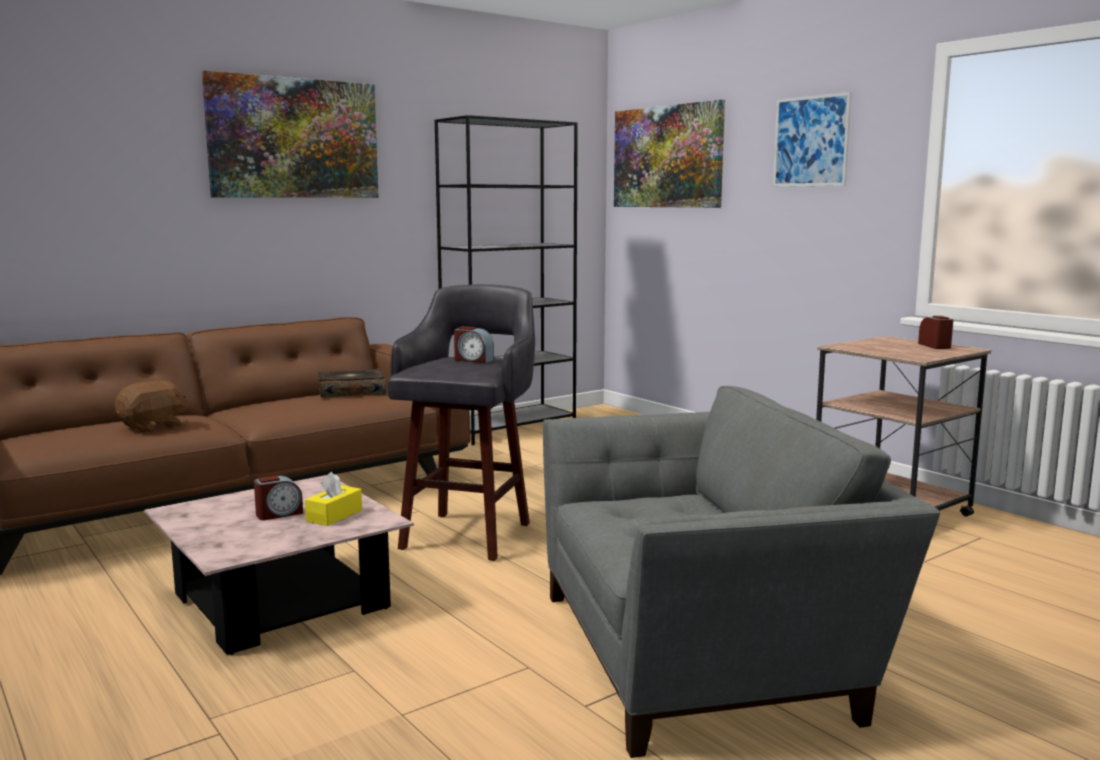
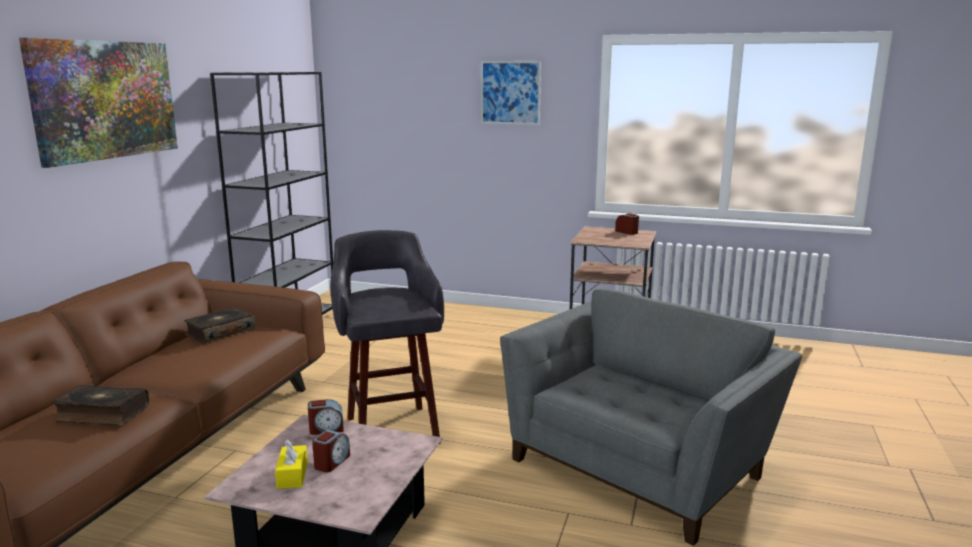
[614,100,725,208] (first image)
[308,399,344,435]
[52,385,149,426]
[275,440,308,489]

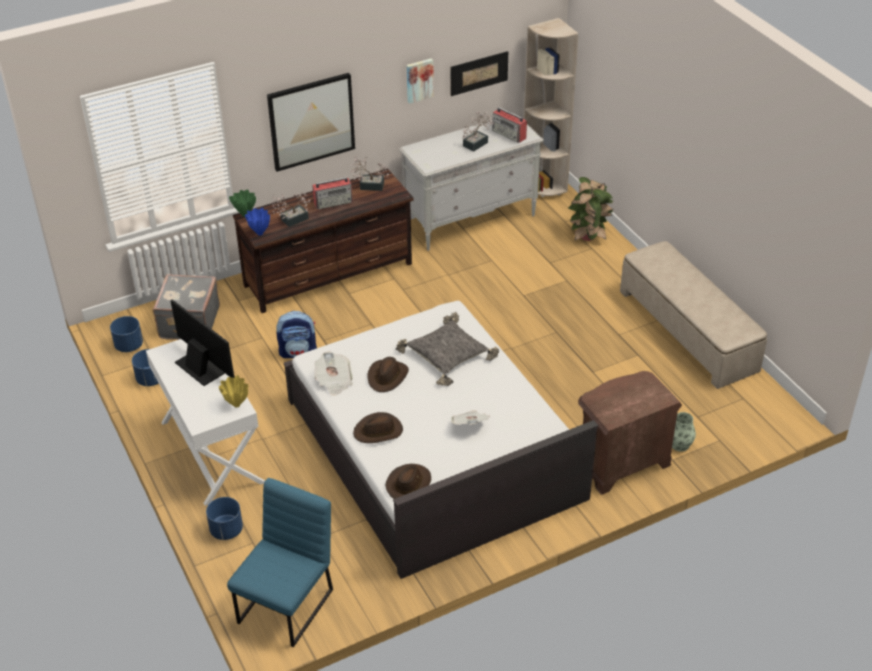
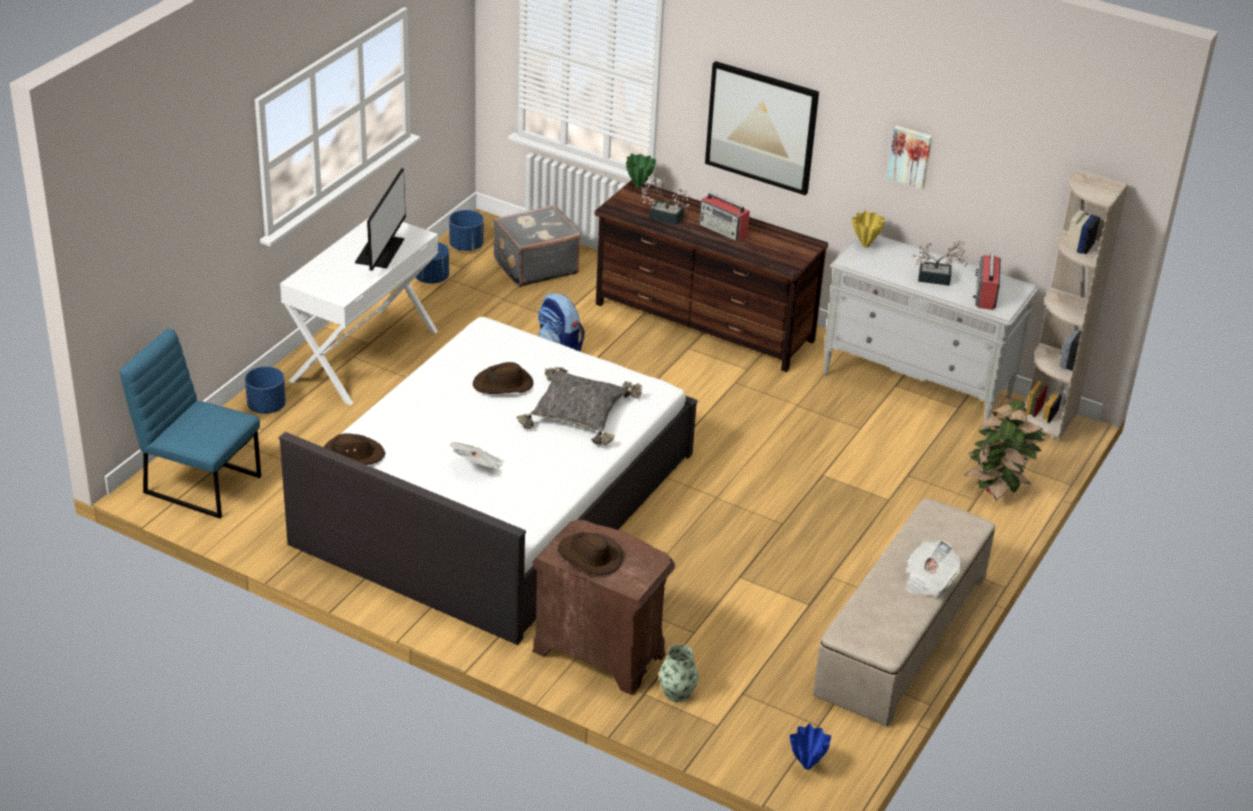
[451,51,508,96] (first image)
[350,154,389,191] (first image)
[790,724,831,770]
[905,540,962,597]
[852,211,885,248]
[558,532,623,575]
[120,329,261,519]

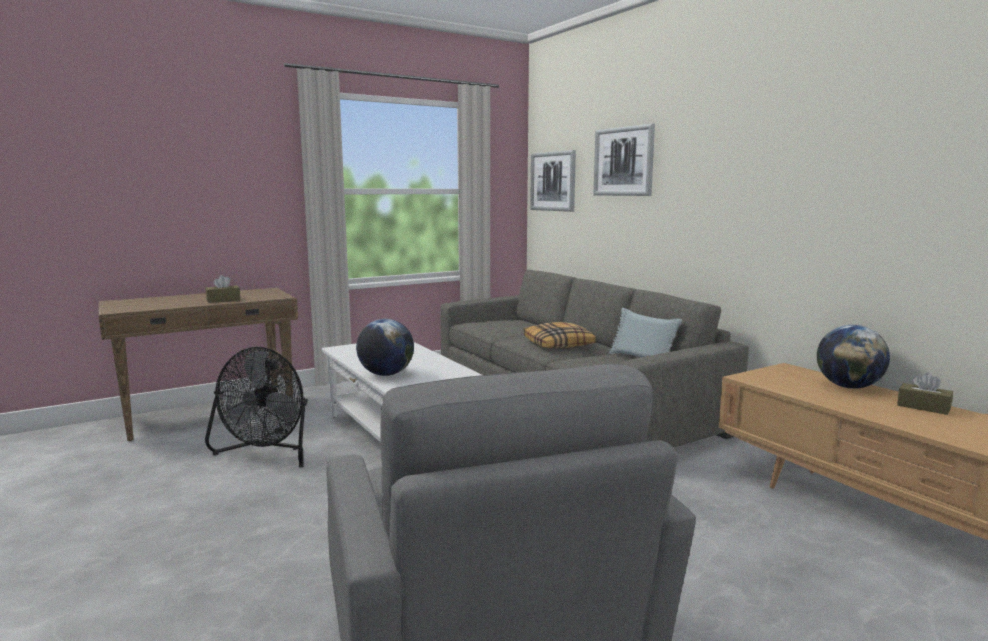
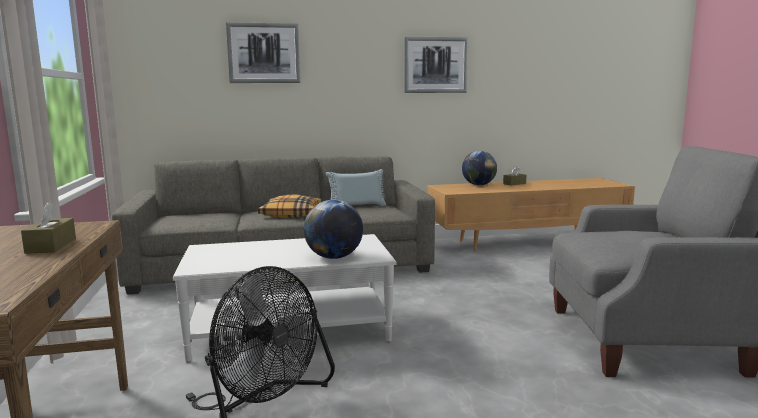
[404,37,468,93]

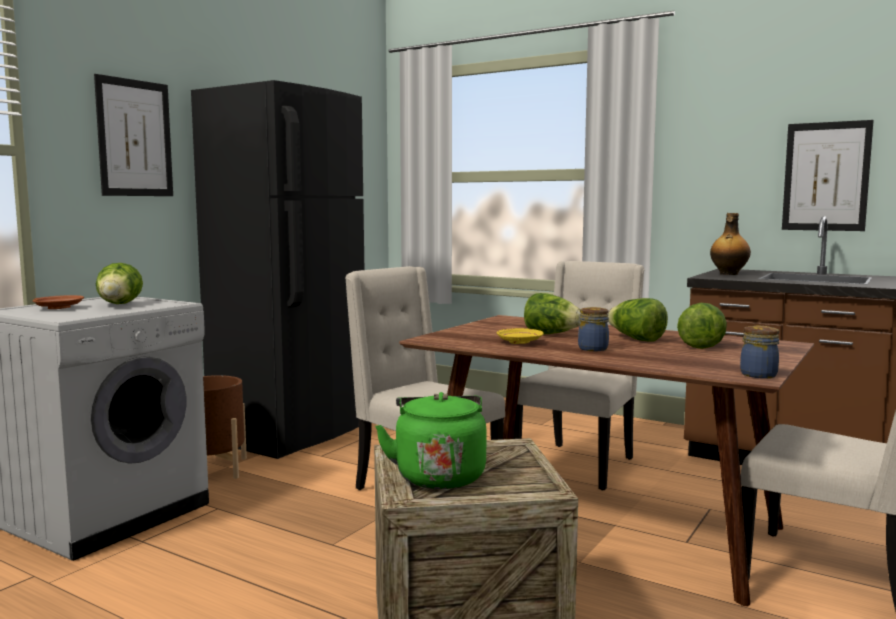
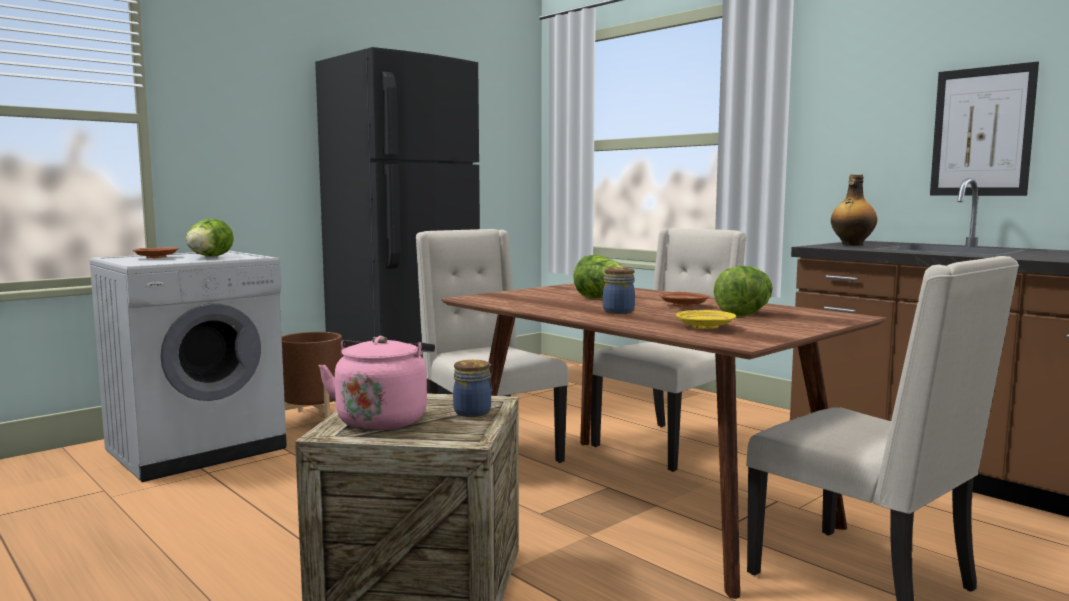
[94,74,173,196] (first image)
[659,292,710,307]
[453,360,492,417]
[676,310,736,329]
[318,336,435,431]

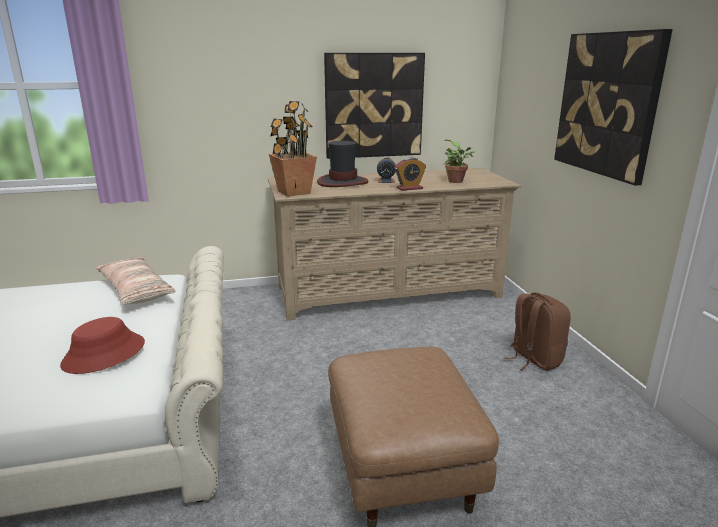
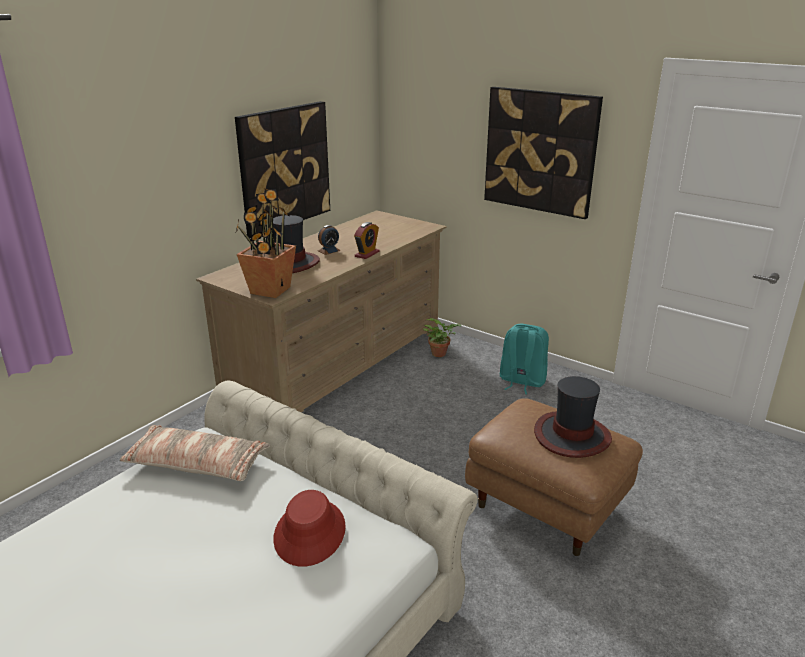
[423,318,462,357]
[500,324,549,394]
[534,376,612,458]

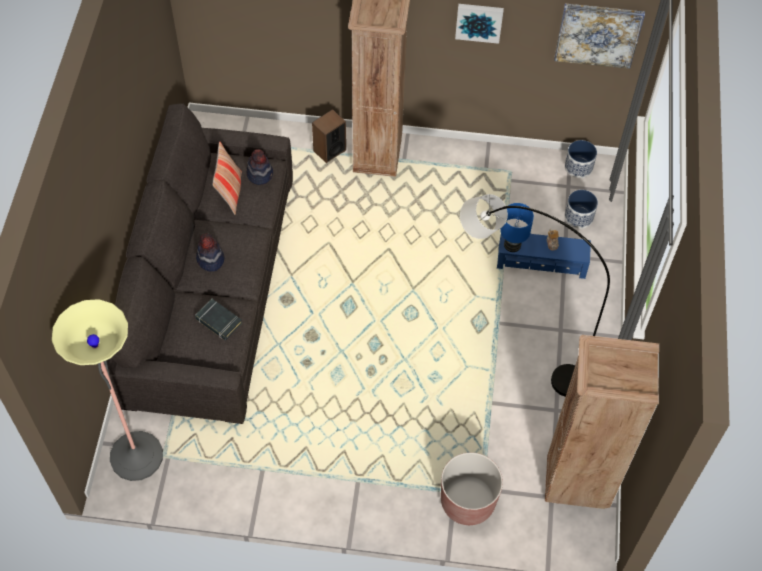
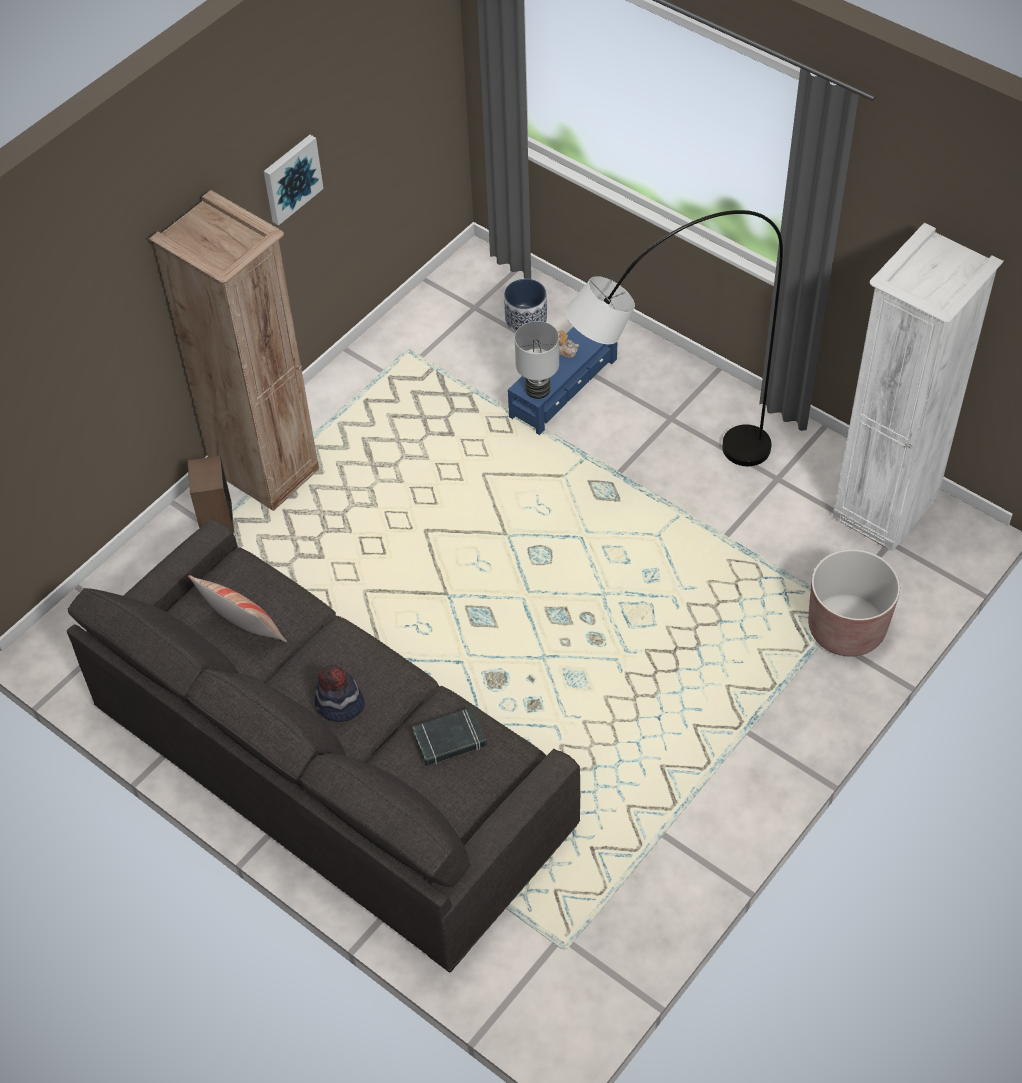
[554,3,645,69] (first image)
[565,140,597,178] (first image)
[247,149,273,185] (first image)
[515,321,559,399]
[52,299,163,481] (first image)
[832,223,1004,551]

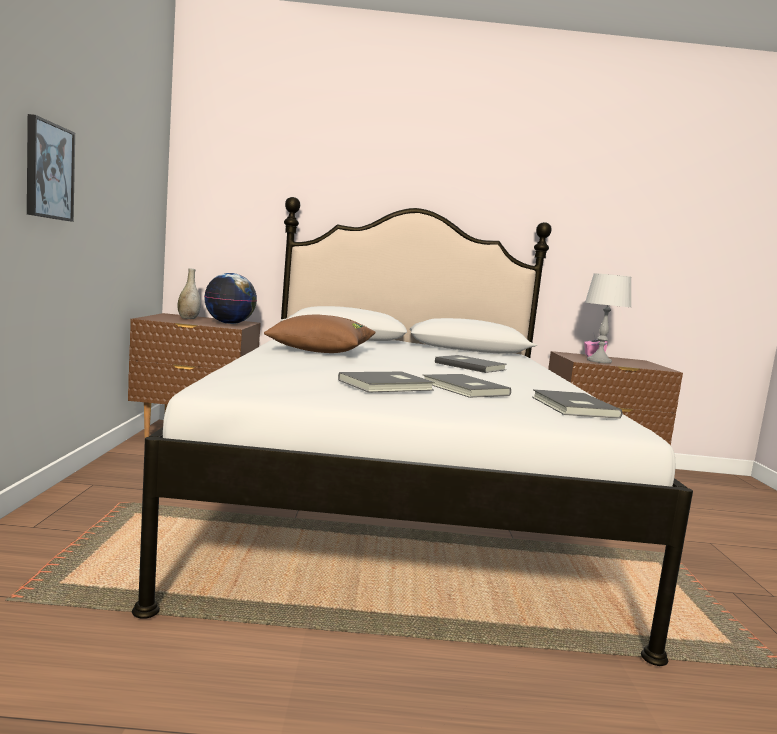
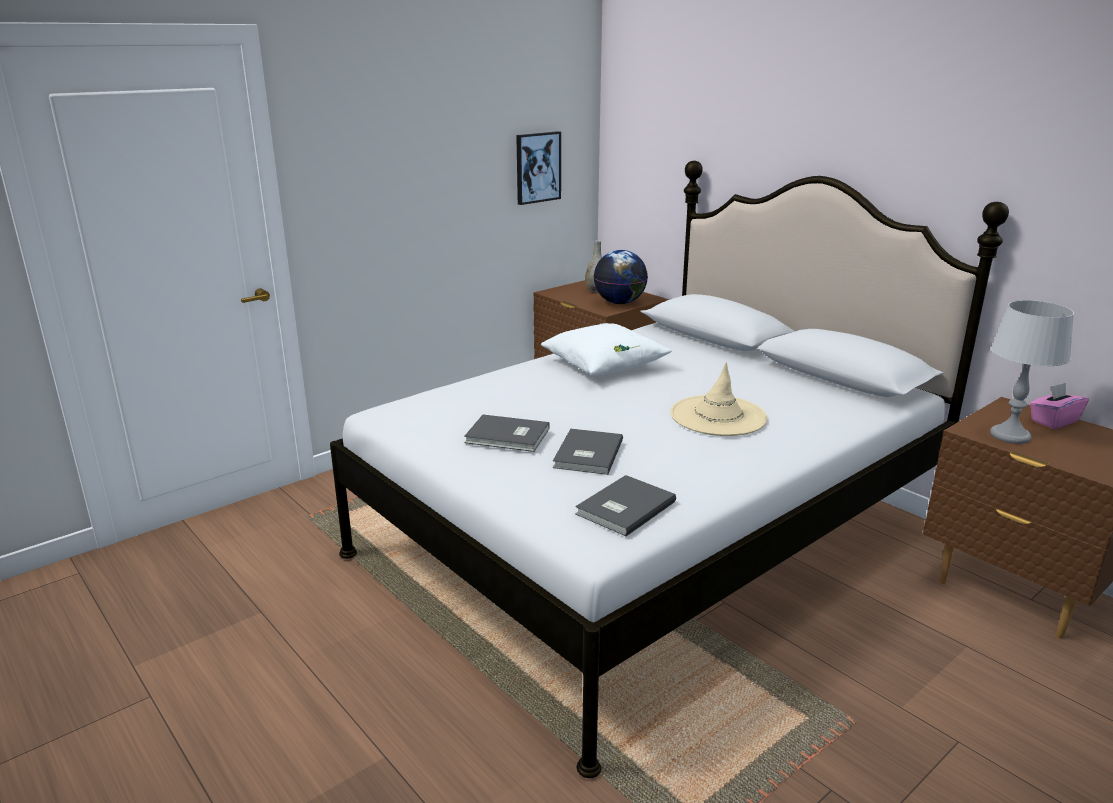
[516,131,561,205]
[541,323,672,375]
[670,362,767,436]

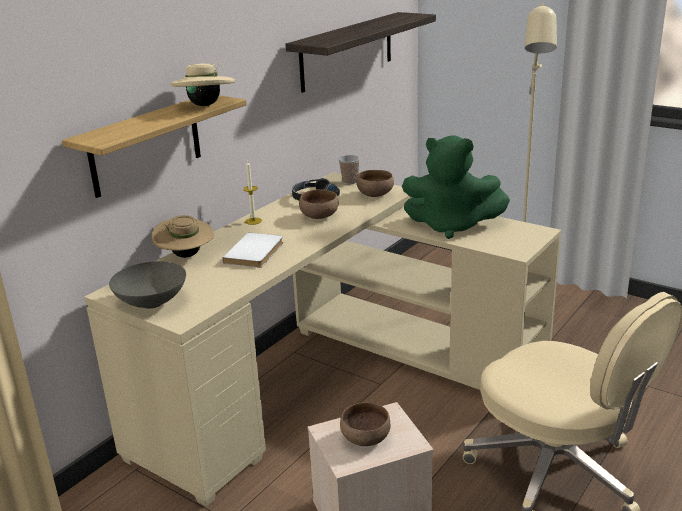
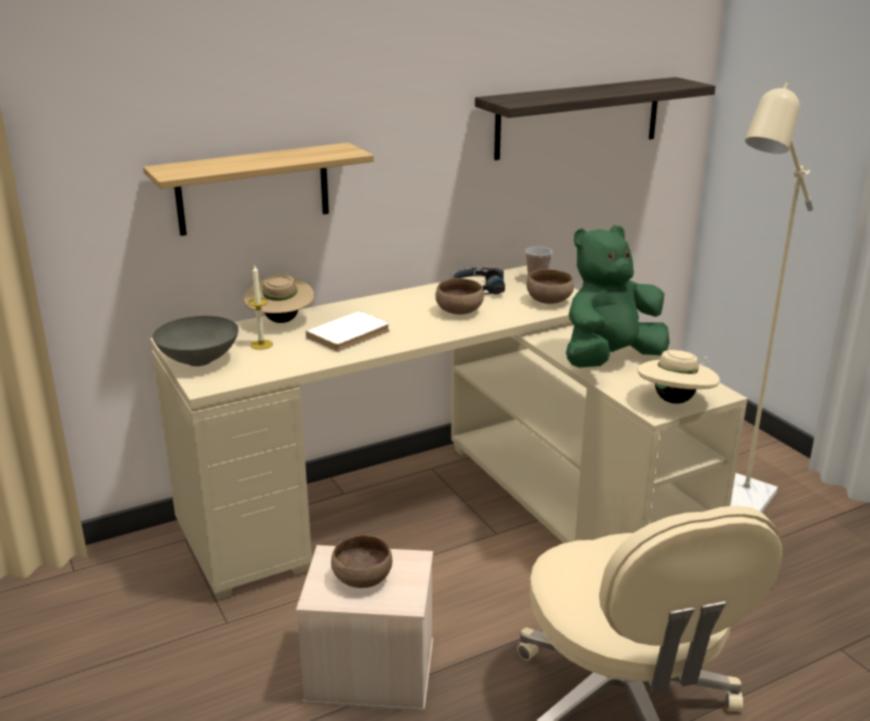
[638,350,720,404]
[566,225,670,368]
[248,266,273,350]

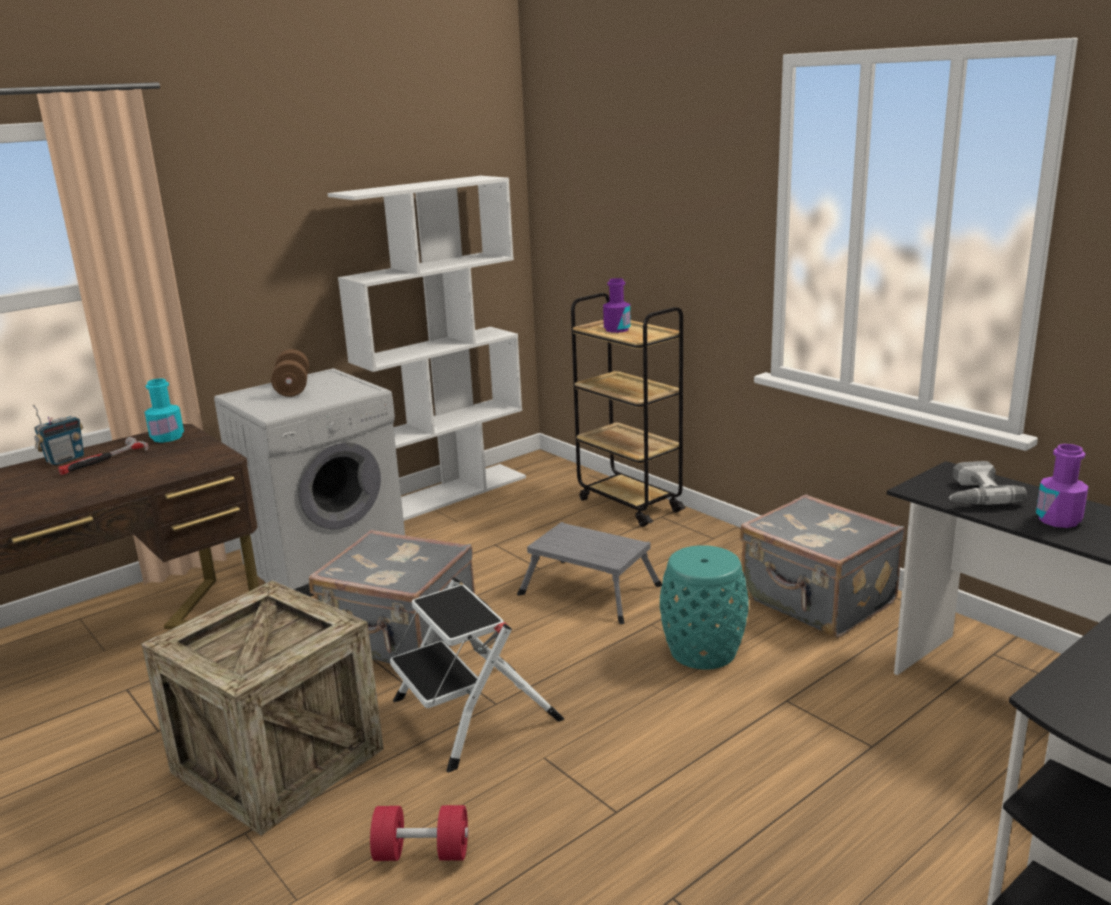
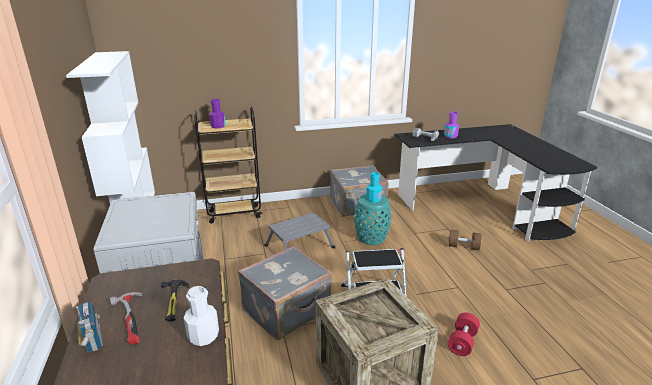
[448,230,482,250]
[366,172,382,203]
[161,279,190,322]
[184,286,219,346]

